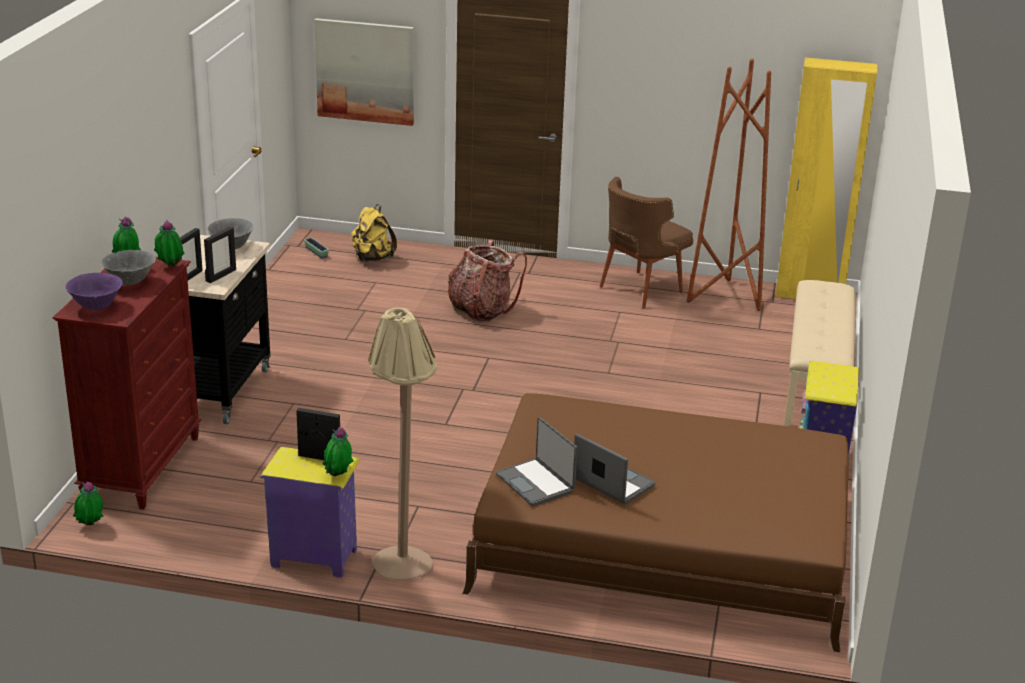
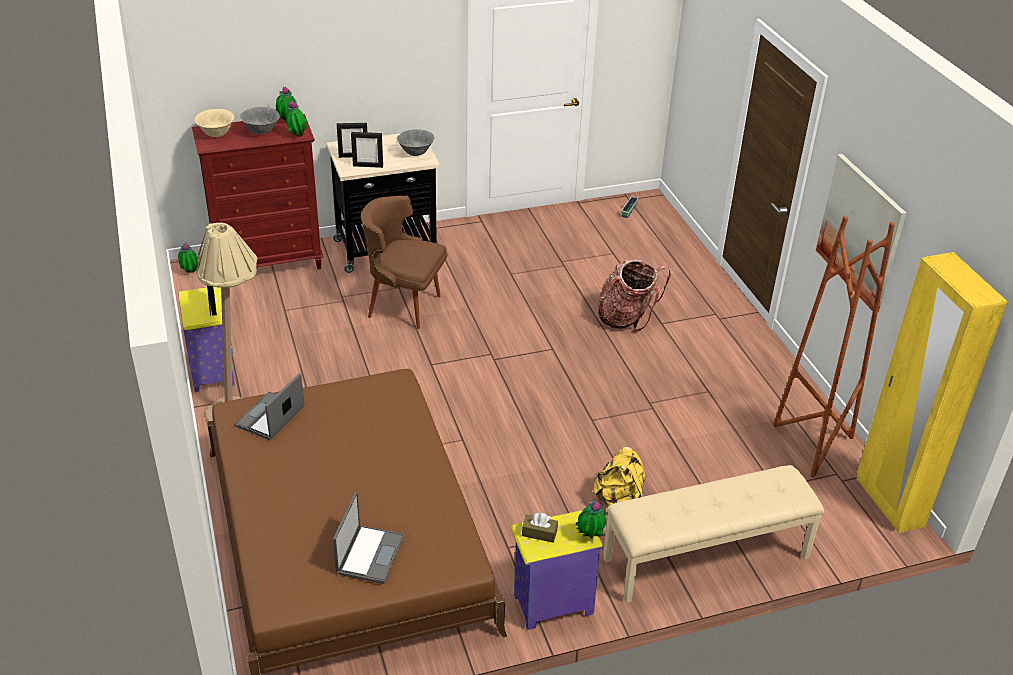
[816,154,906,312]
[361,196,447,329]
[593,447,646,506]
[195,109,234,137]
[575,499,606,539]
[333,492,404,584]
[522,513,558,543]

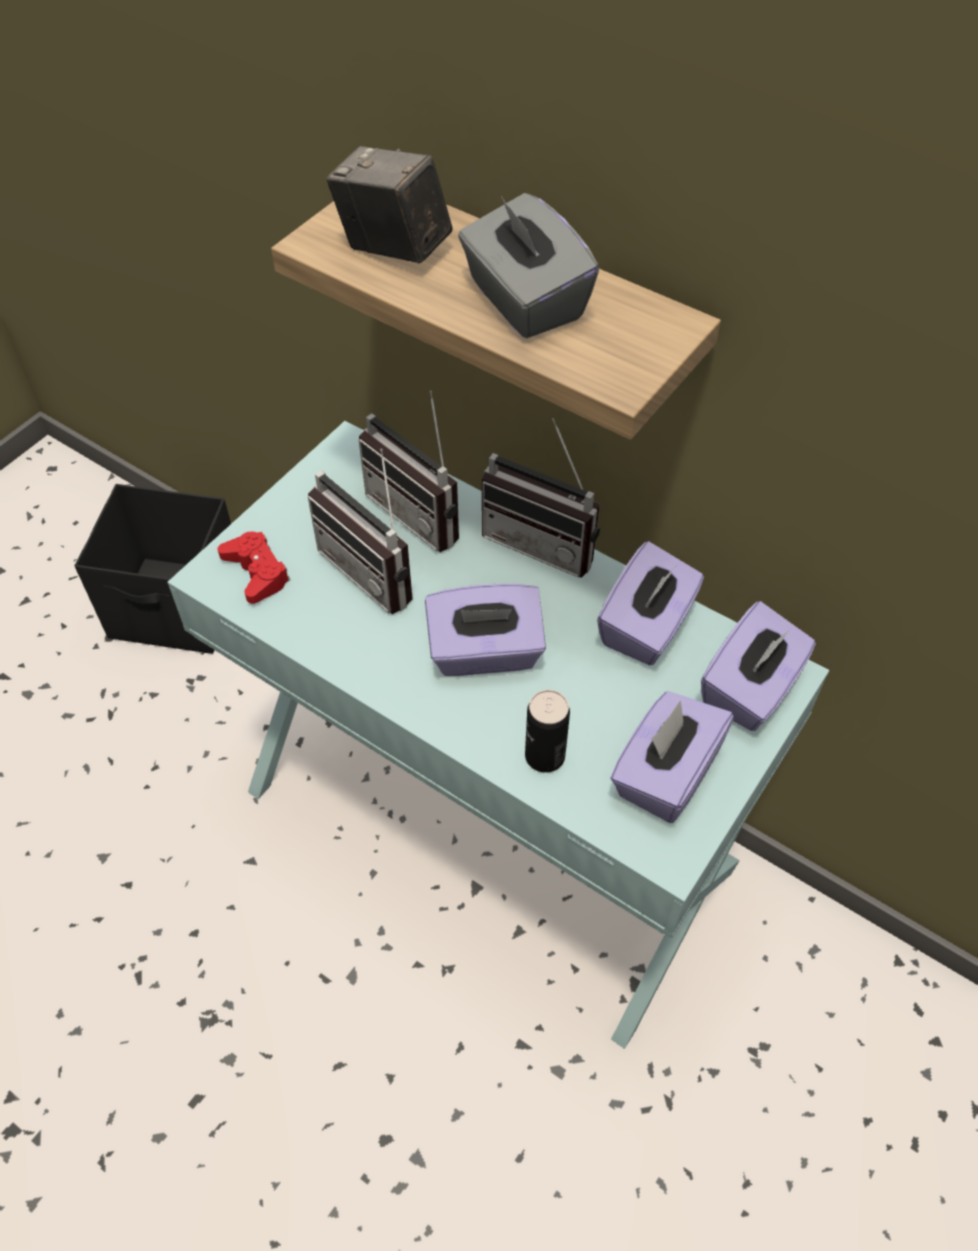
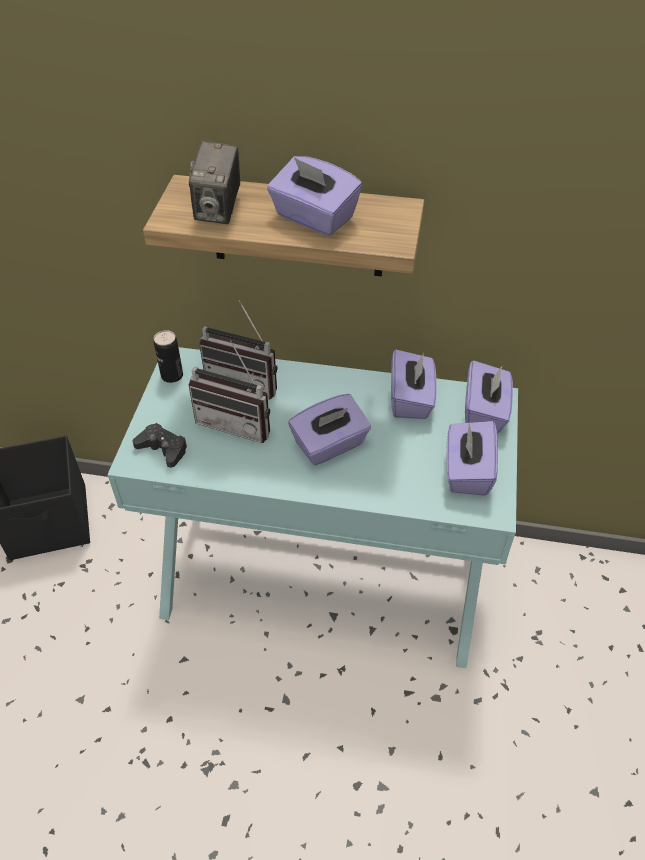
[189,141,240,224]
[267,156,362,236]
[482,418,600,578] (first image)
[132,423,187,468]
[154,330,183,383]

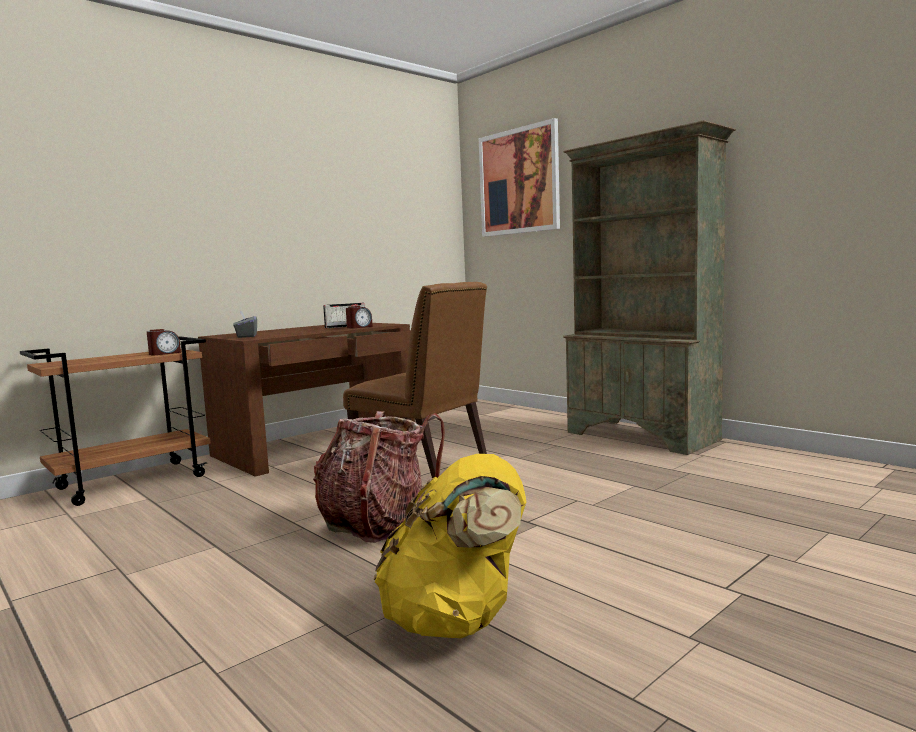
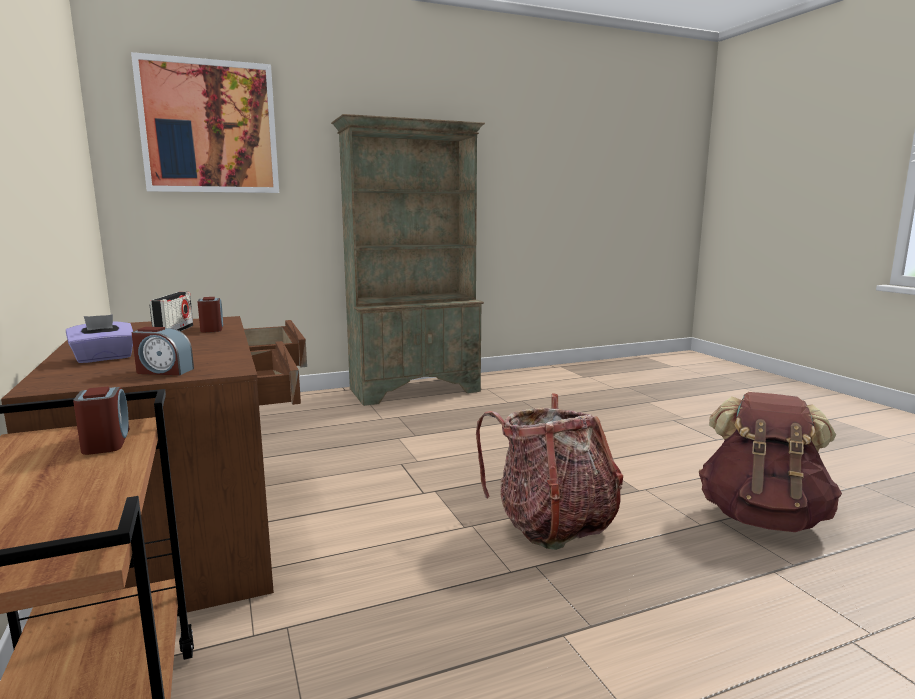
[343,282,487,478] (first image)
[132,327,194,375]
[699,392,842,532]
[66,314,133,363]

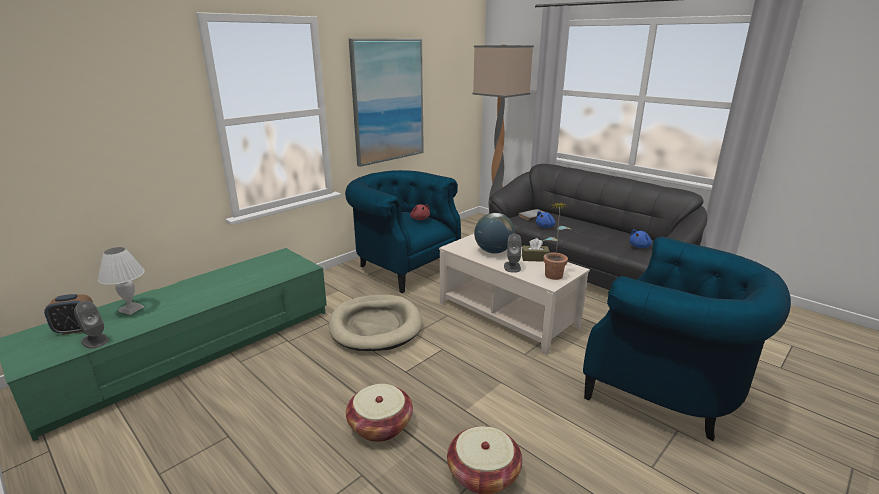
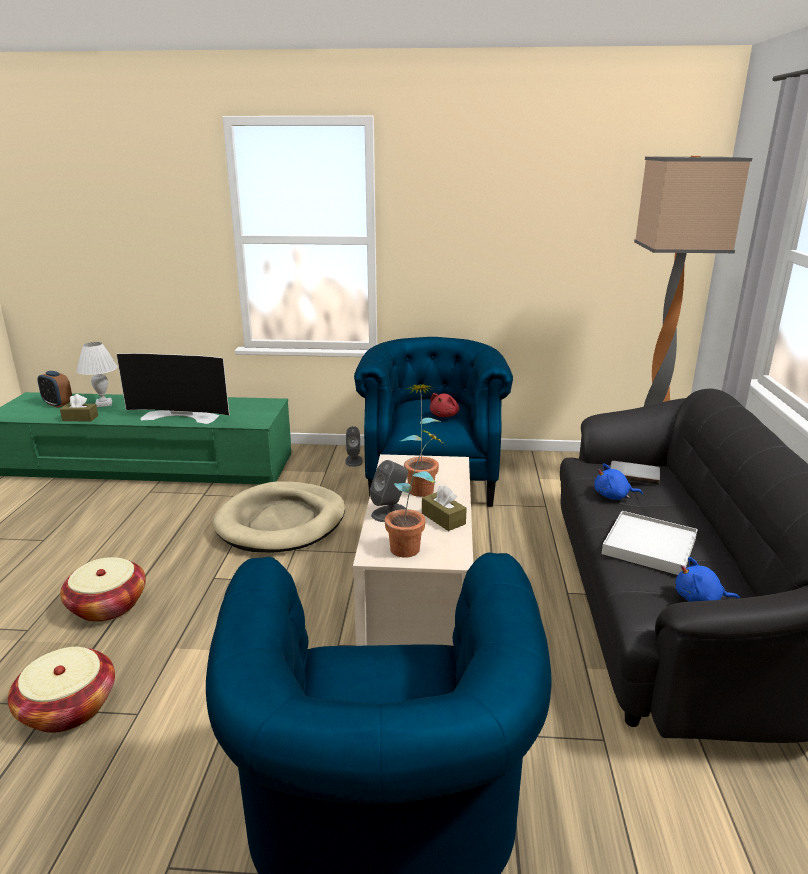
[349,39,424,167] (first image)
[401,384,441,497]
[345,426,363,467]
[116,353,230,424]
[60,394,98,421]
[602,511,698,575]

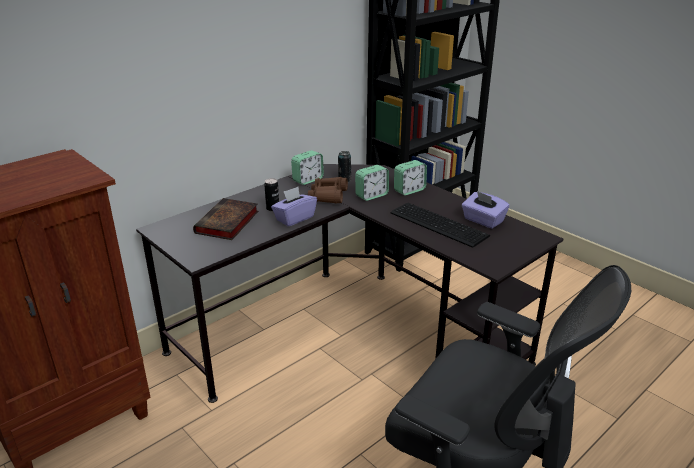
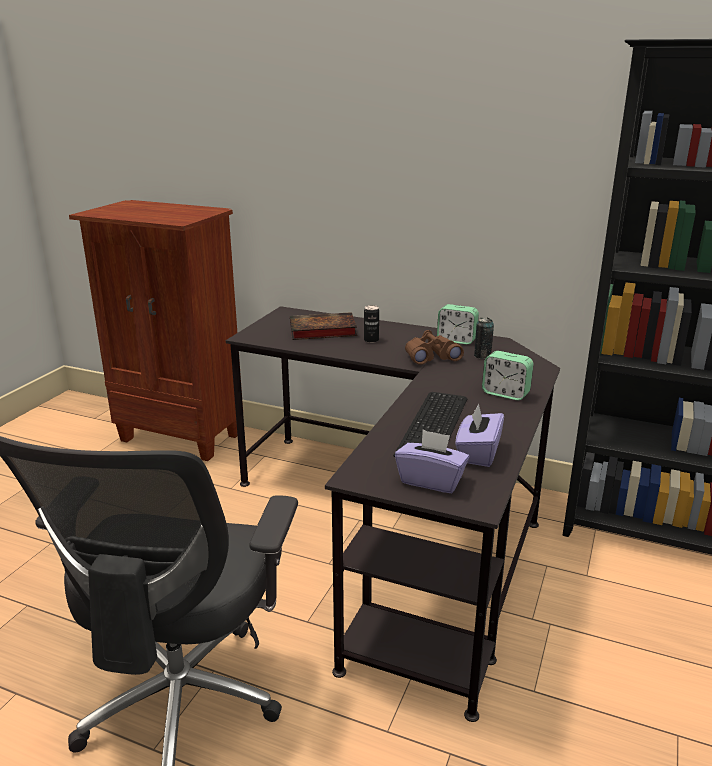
[355,165,389,201] (first image)
[395,430,470,493]

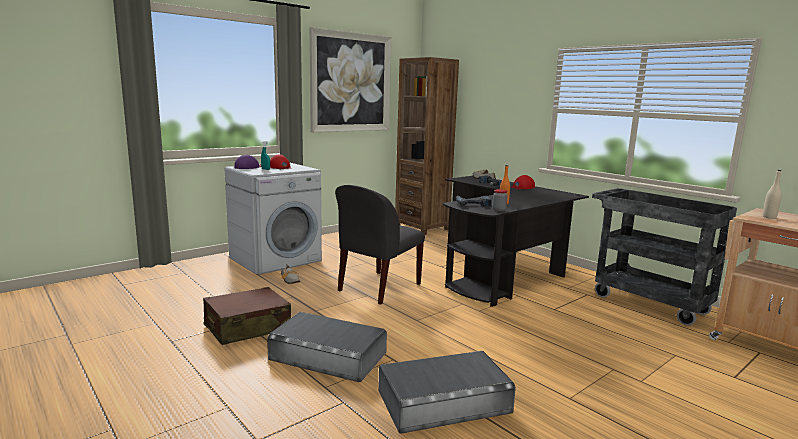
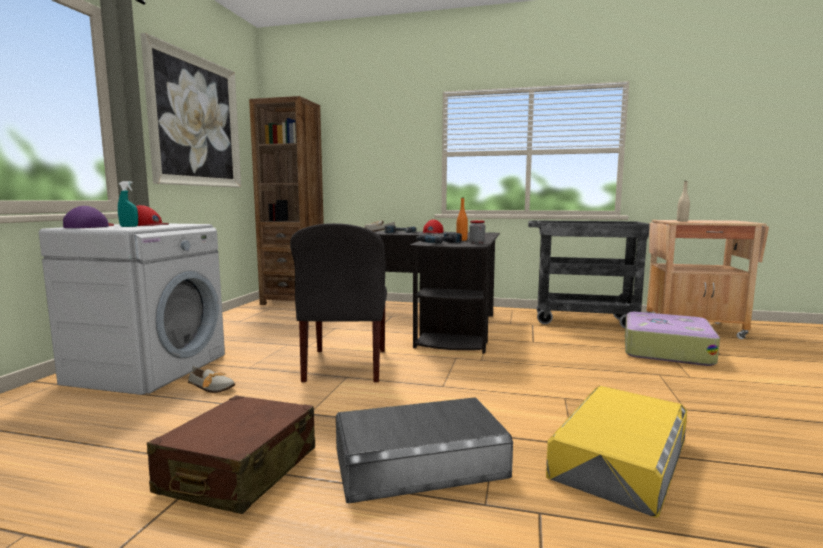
[546,386,687,518]
[625,312,720,366]

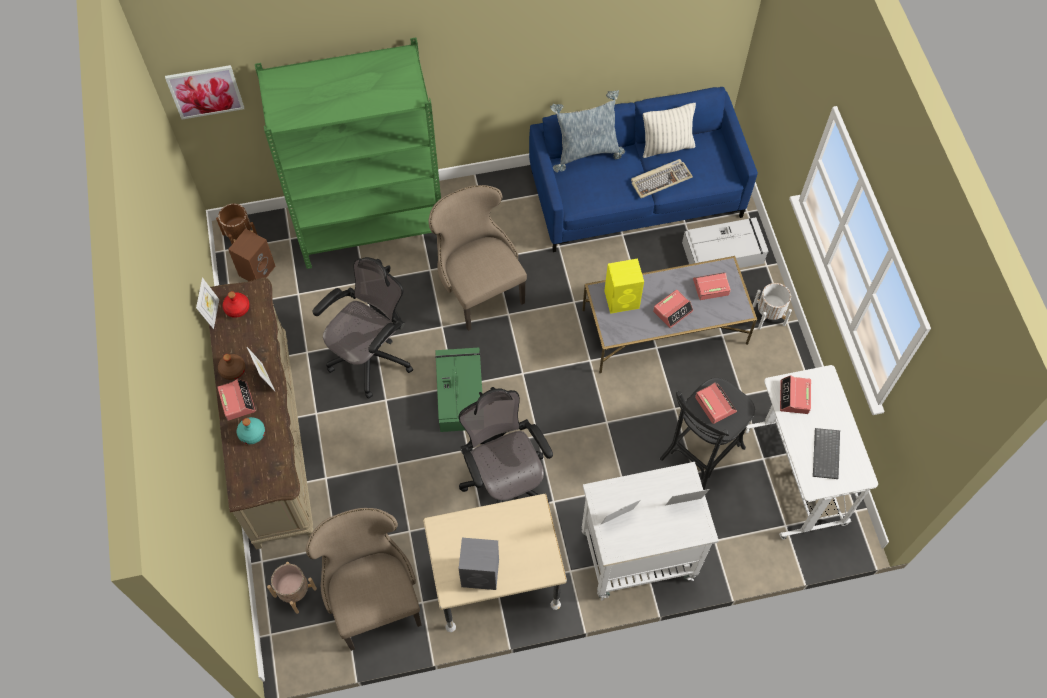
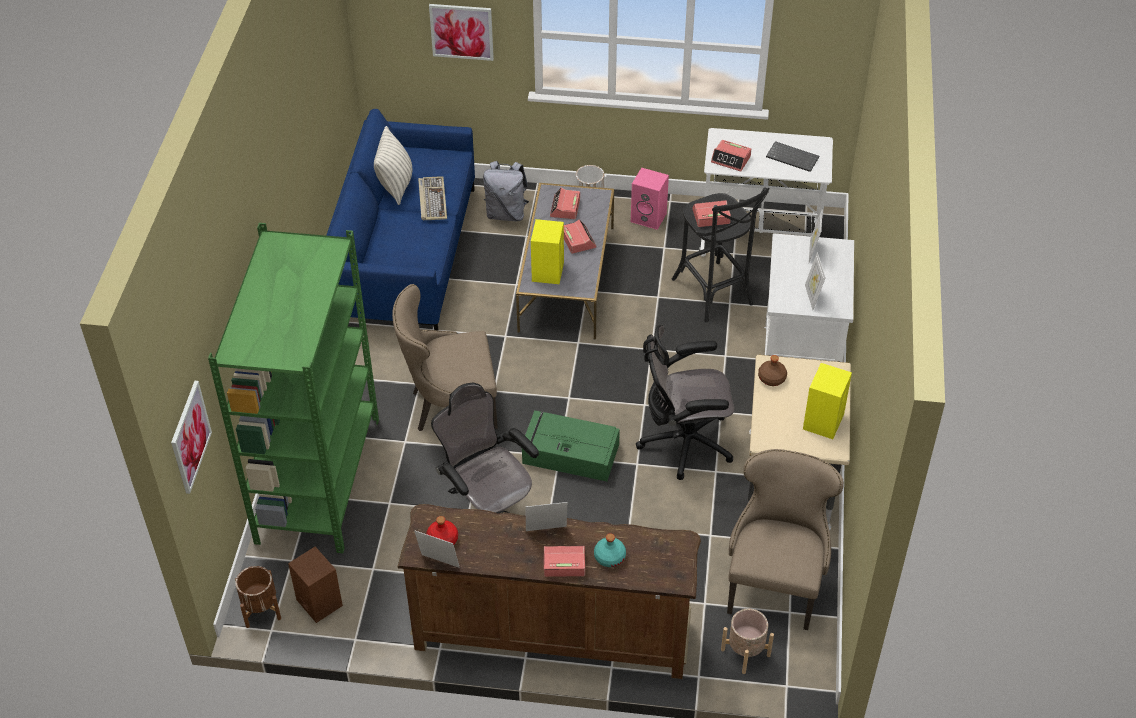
[550,90,625,172] (first image)
[483,161,529,221]
[758,355,787,386]
[727,449,844,630]
[803,363,852,439]
[429,4,494,61]
[631,167,669,230]

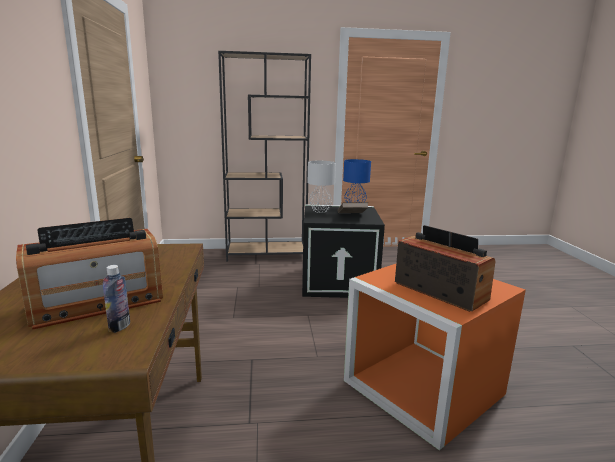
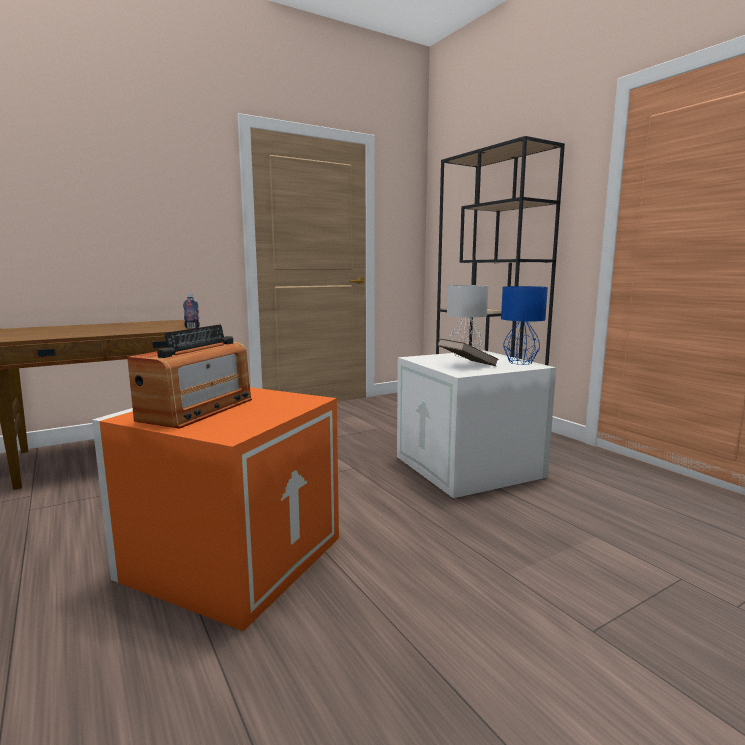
[397,350,556,498]
[16,218,163,330] (first image)
[183,293,200,328]

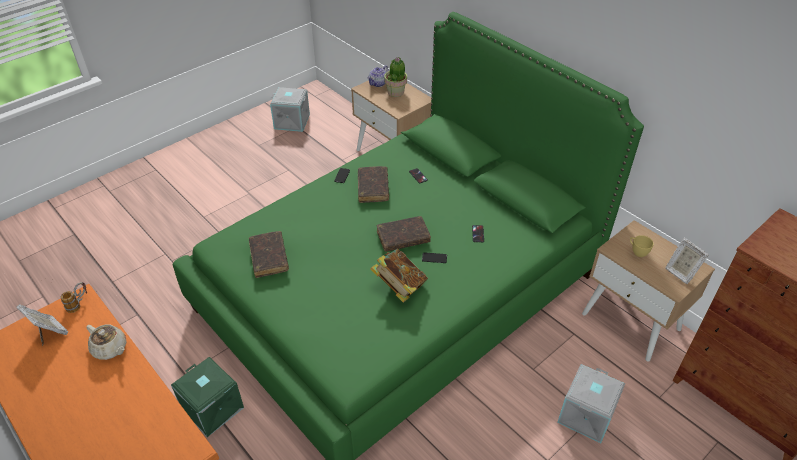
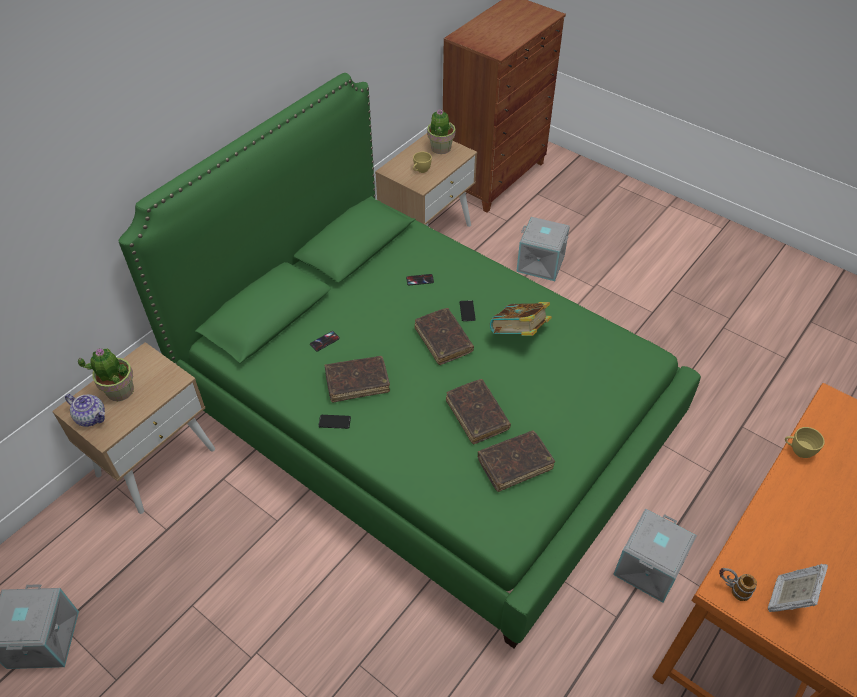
[427,109,455,154]
[86,325,126,360] (first image)
[613,508,697,603]
[446,379,511,444]
[785,427,825,458]

